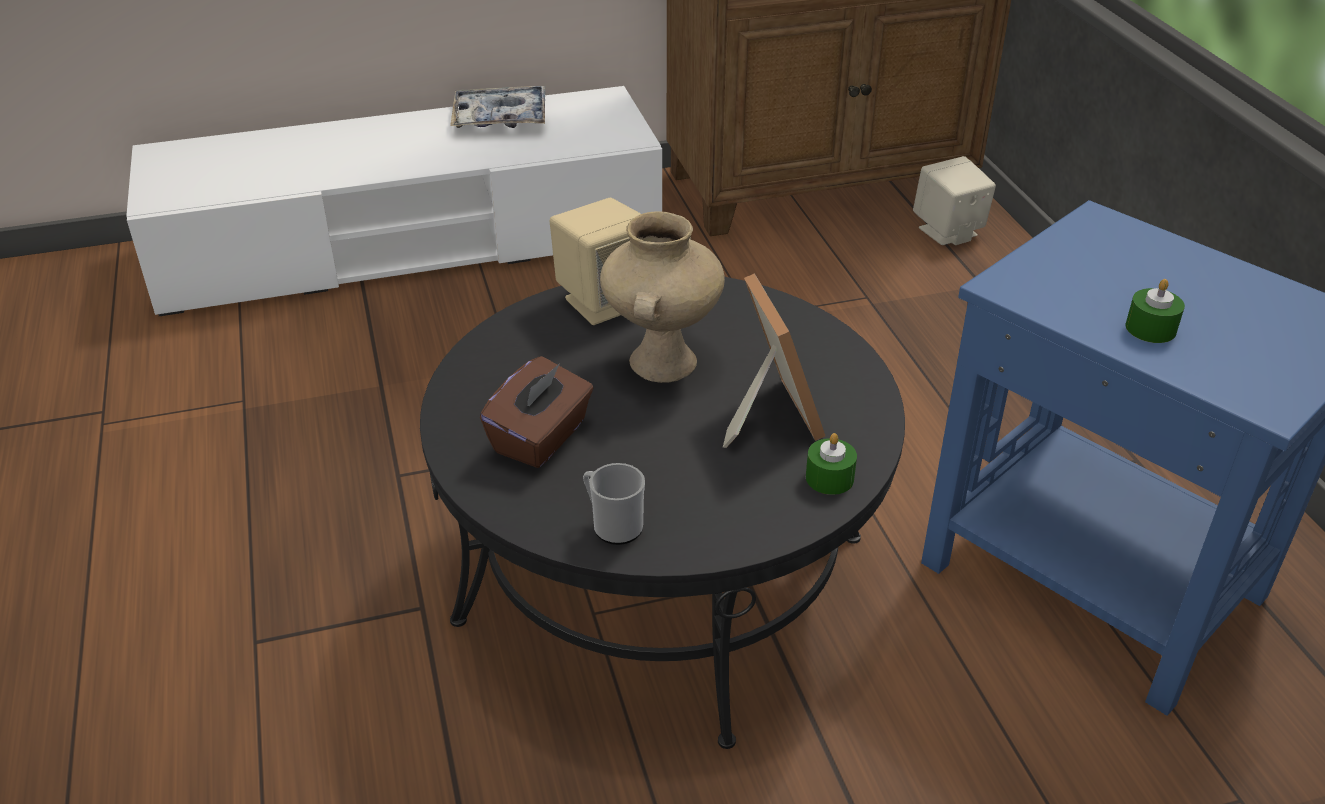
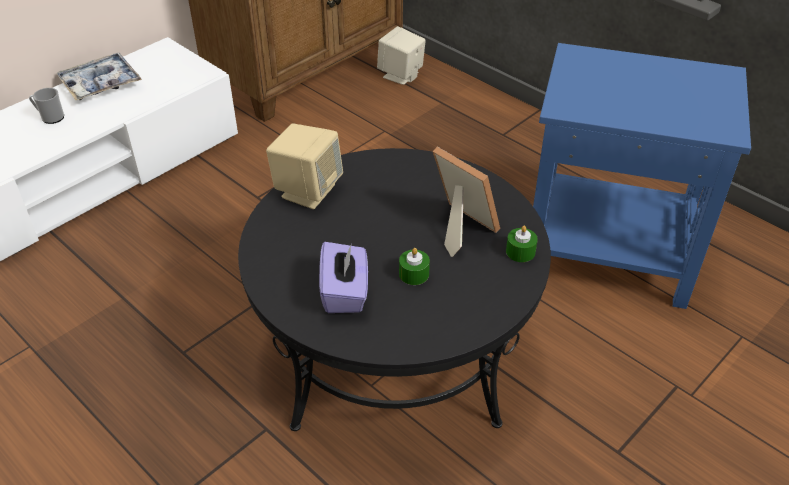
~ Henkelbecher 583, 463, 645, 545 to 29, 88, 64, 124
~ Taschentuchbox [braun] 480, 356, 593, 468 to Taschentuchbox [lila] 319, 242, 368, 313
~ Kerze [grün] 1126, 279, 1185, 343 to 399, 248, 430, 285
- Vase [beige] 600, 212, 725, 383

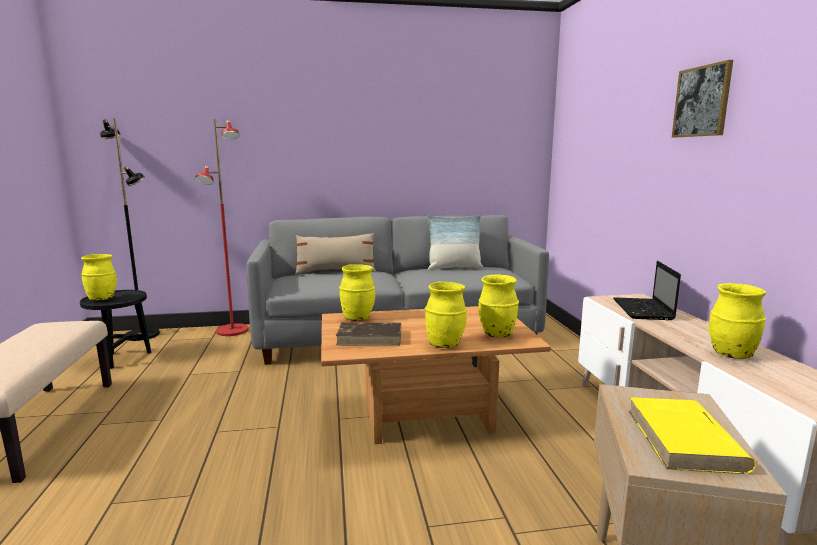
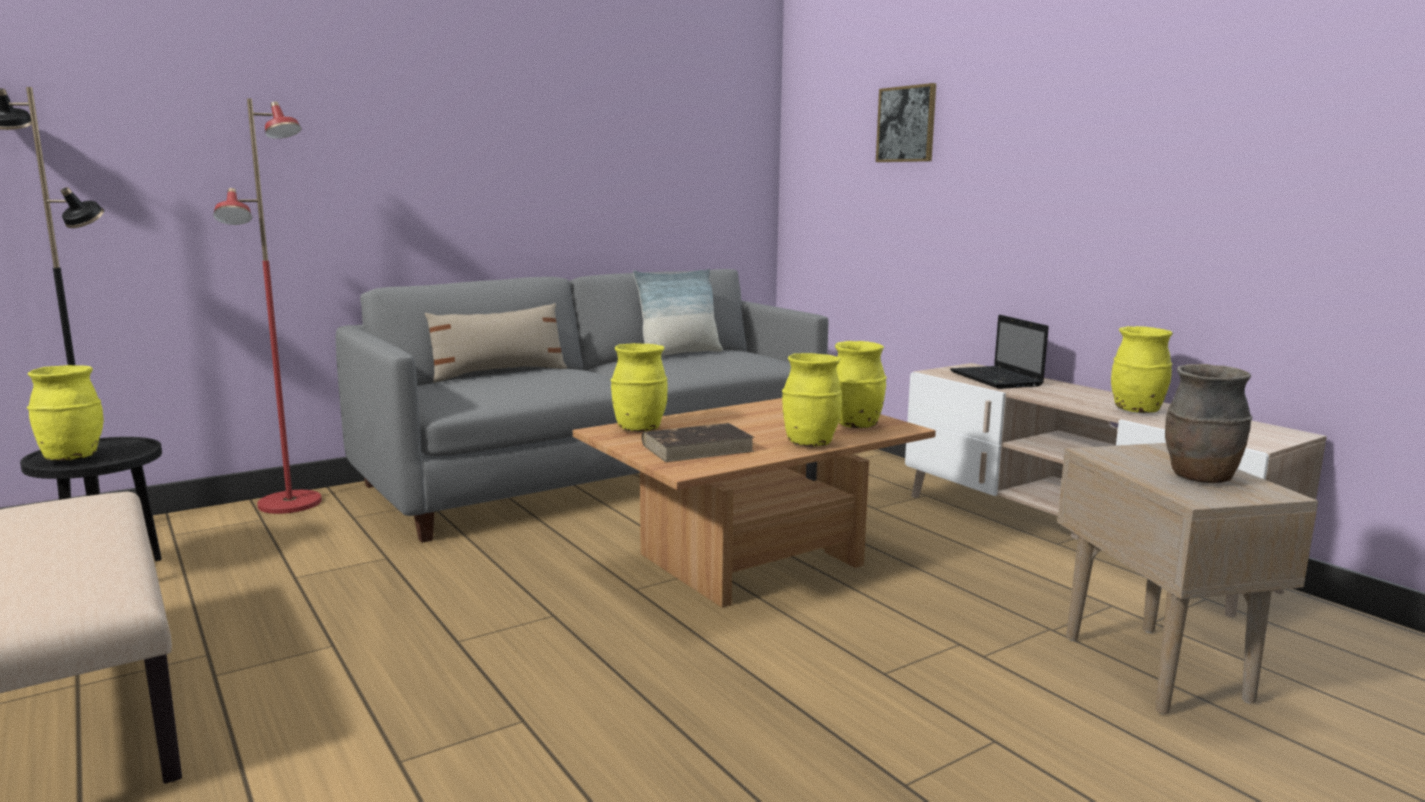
~ Bild 672, 60, 733, 137 to 876, 83, 936, 162
~ Buch [gelb] 629, 397, 756, 474 to Vase [braun] 1165, 364, 1253, 483

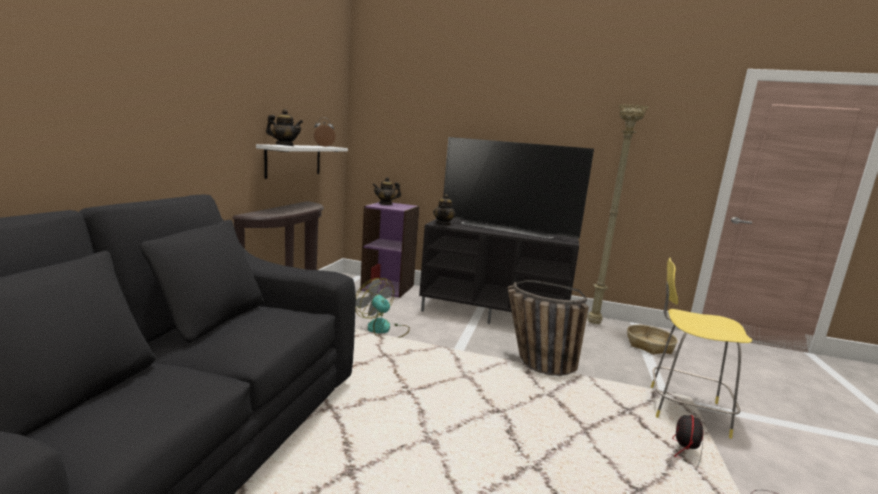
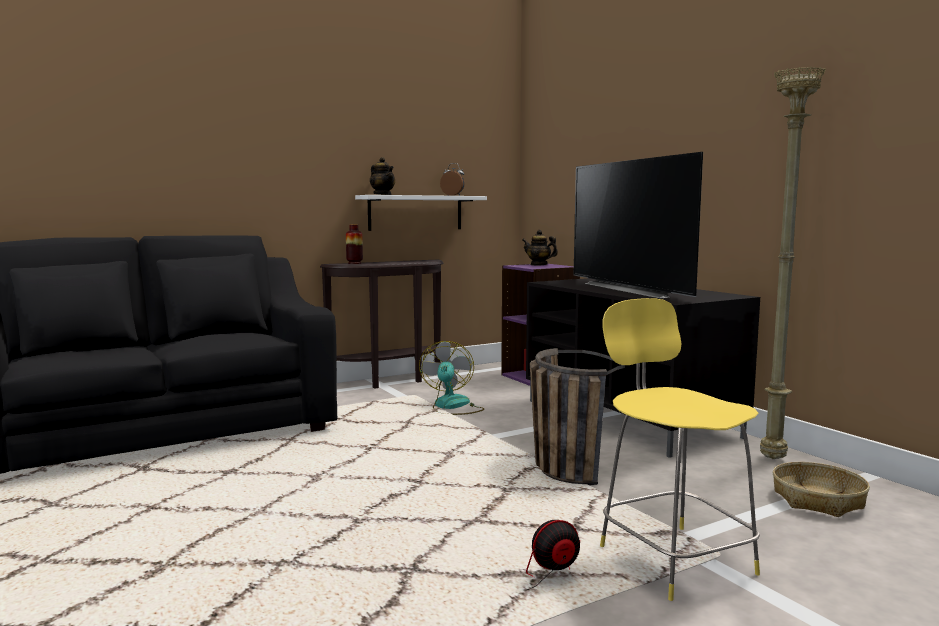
+ Vase 346, 224, 363, 264
- Teekanne 433, 194, 456, 226

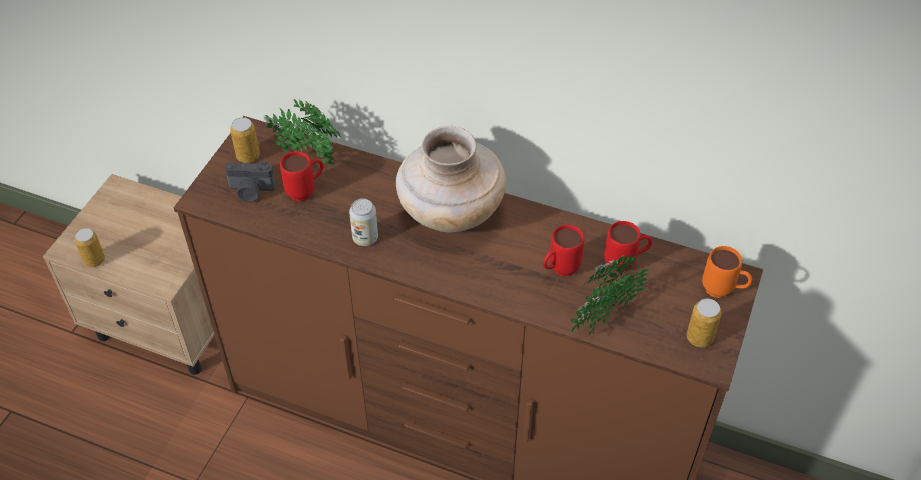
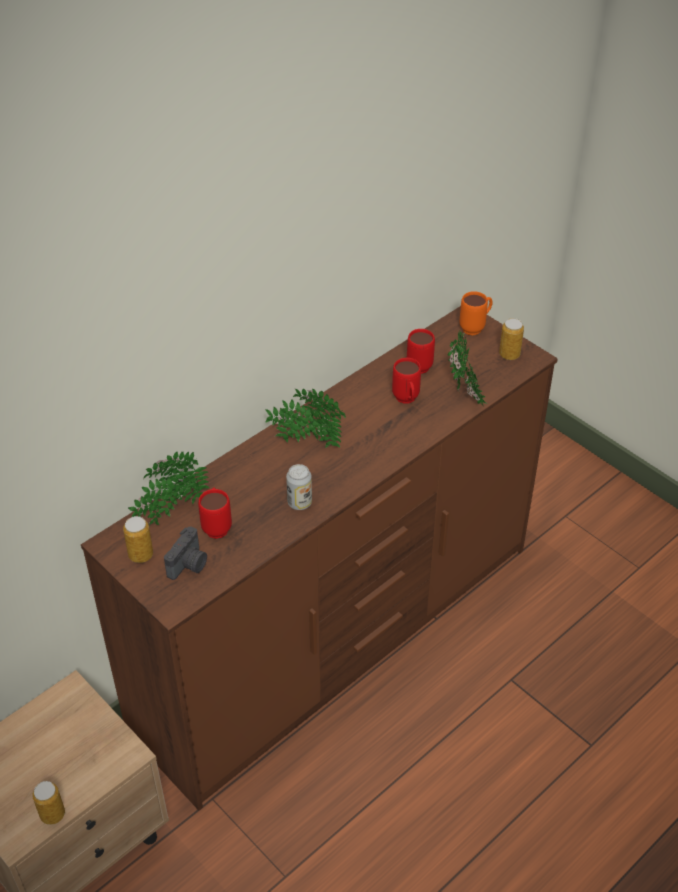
~ Vase [beige] 396, 126, 506, 233 to Topfpflanze 265, 389, 346, 448

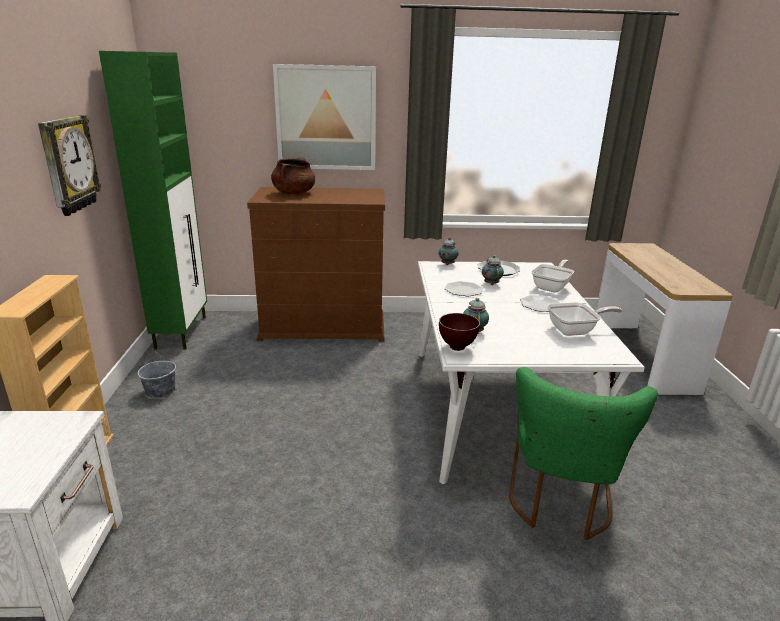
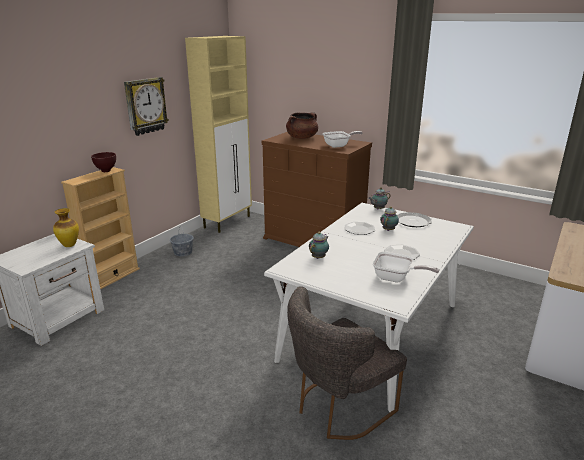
+ Vase 53, 208, 79, 247
~ Schüssel [braun] 439, 313, 480, 351 to 91, 152, 116, 172
~ Schrank [grün] 99, 51, 207, 349 to Schrank [beige] 185, 36, 252, 233
~ Stuhl [grün] 509, 367, 658, 540 to Stuhl [grau] 287, 286, 407, 440
~ Pfanne 531, 260, 574, 293 to 323, 131, 362, 148
- Bild 273, 64, 376, 170

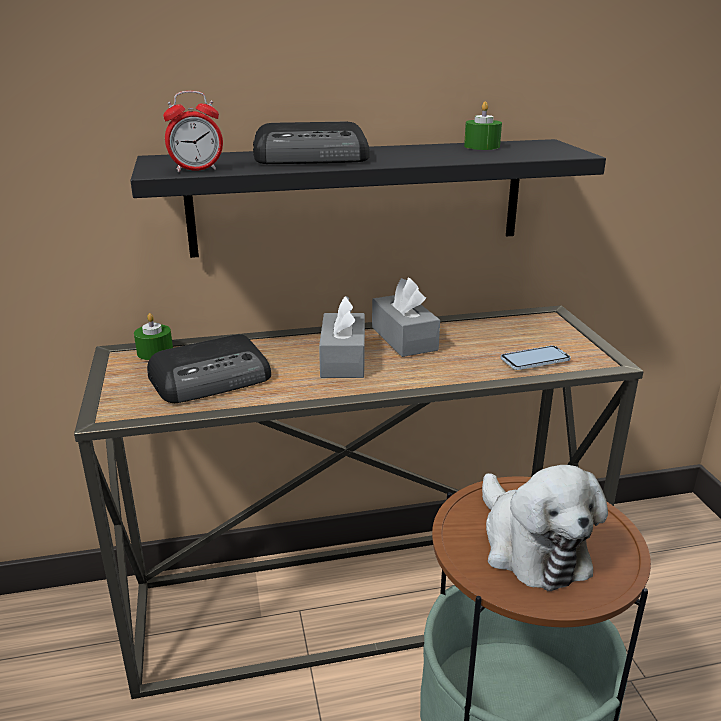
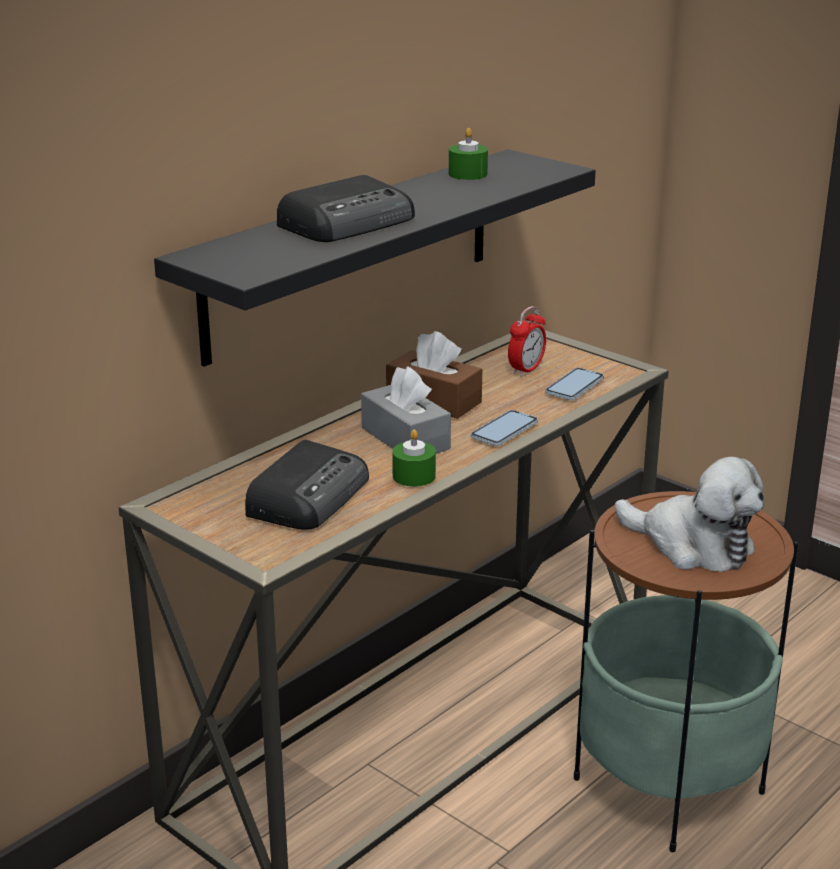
~ Taschentuchbox [grau] 372, 278, 440, 357 to Taschentuchbox [braun] 386, 331, 482, 419
~ Kerze [grün] 134, 313, 173, 360 to 392, 430, 436, 487
+ Handy 471, 410, 538, 446
~ Wecker 163, 91, 223, 172 to 508, 306, 546, 377

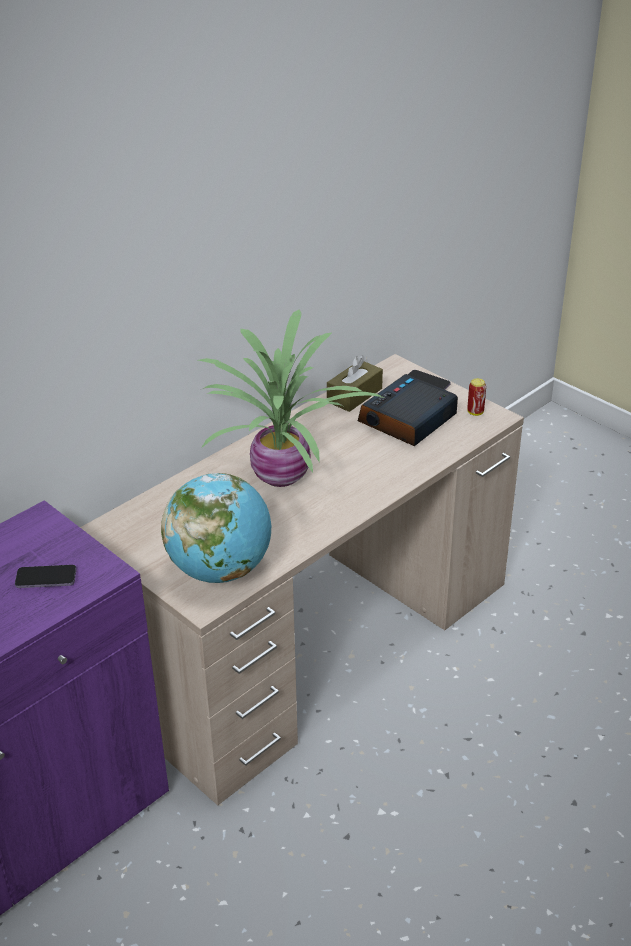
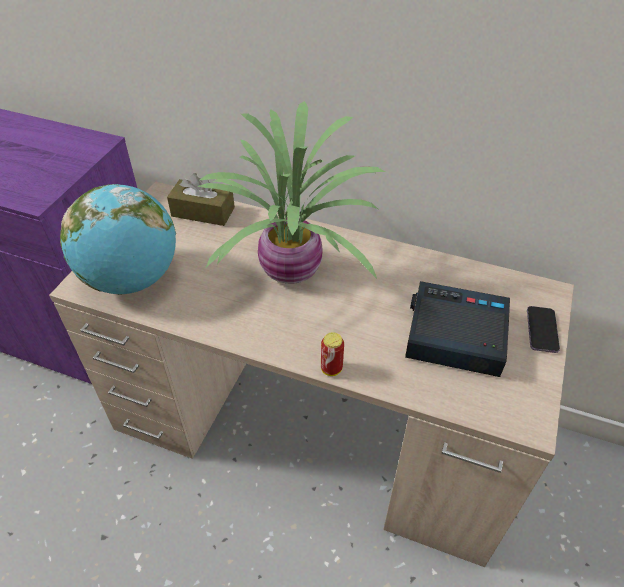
~ Taschentuchbox [braun] 327, 355, 383, 412 to 167, 173, 235, 226
~ Dose 467, 378, 486, 416 to 321, 332, 344, 376
- Handy 15, 565, 76, 588

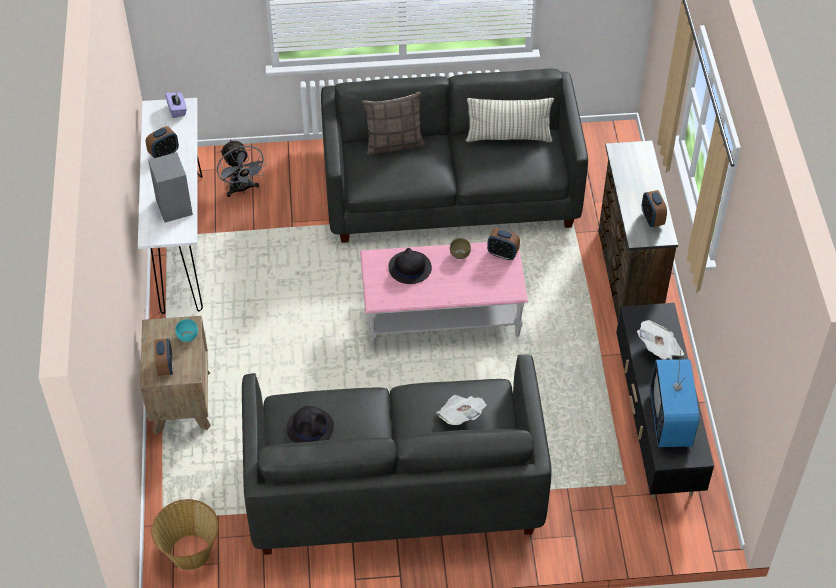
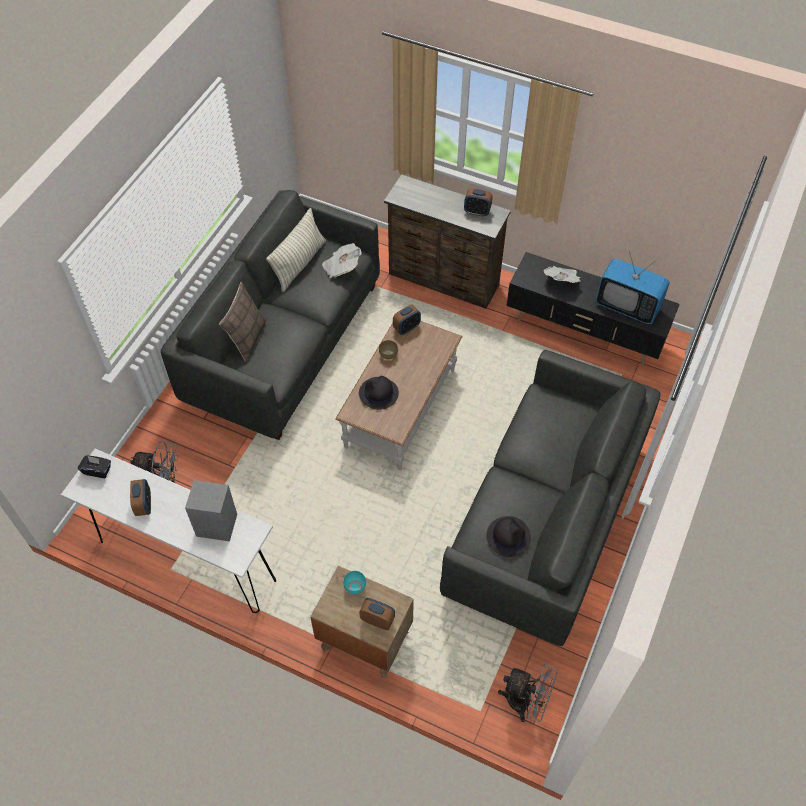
~ Taschentuchbox [lila] 165, 92, 187, 118 to Taschentuchbox [schwarz] 78, 456, 111, 478
~ Zeitung 437, 395, 487, 425 to 322, 243, 362, 278
~ Couchtisch [rosa] 360, 242, 528, 347 to Couchtisch [braun] 335, 321, 463, 470
~ Korb 151, 499, 219, 570 to Ventilator [grau] 498, 663, 558, 722

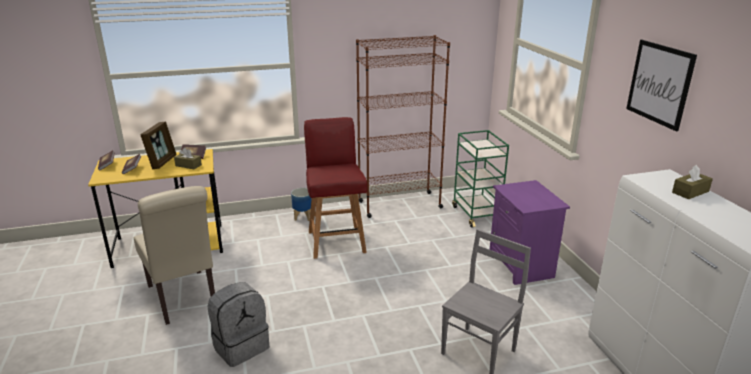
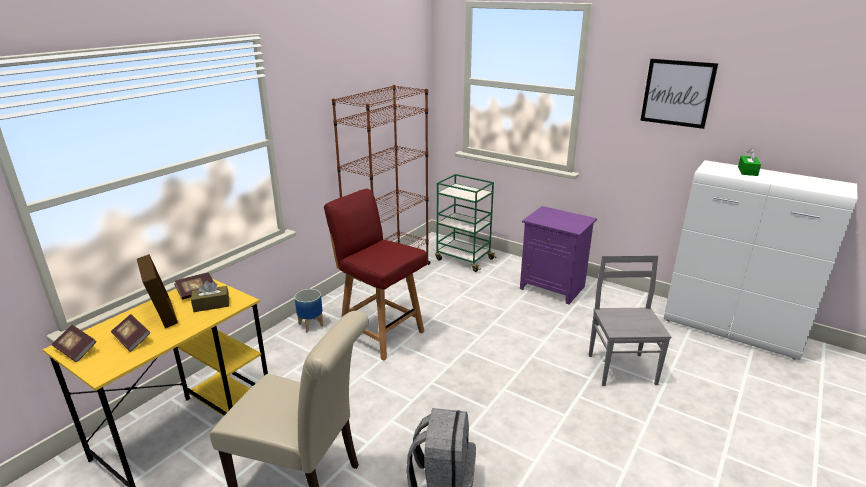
~ Taschentuchbox [braun] 672, 165, 713, 199 to Taschentuchbox [grün] 738, 148, 761, 176

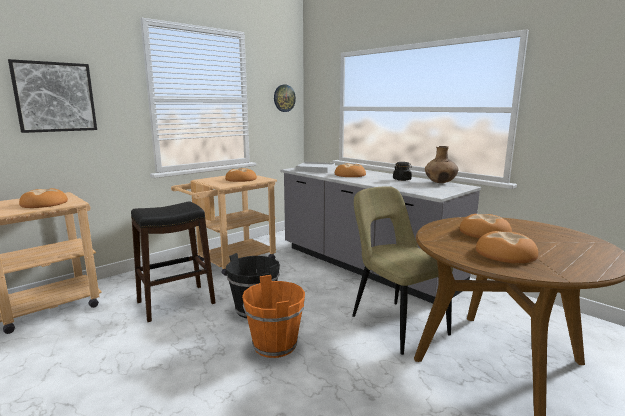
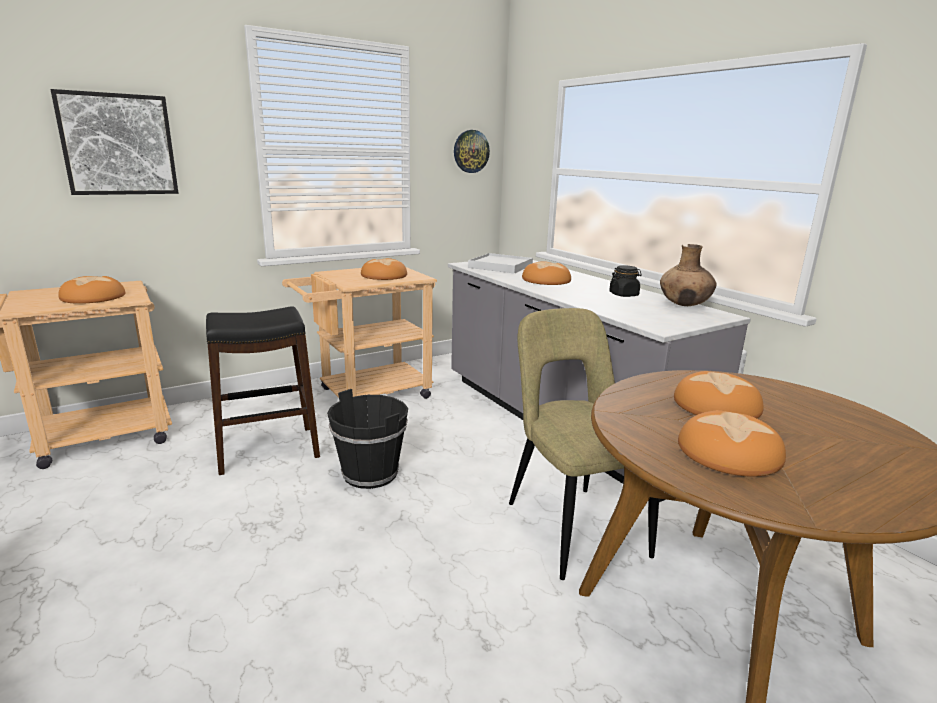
- Eimer [orange] 242, 275, 305, 358

